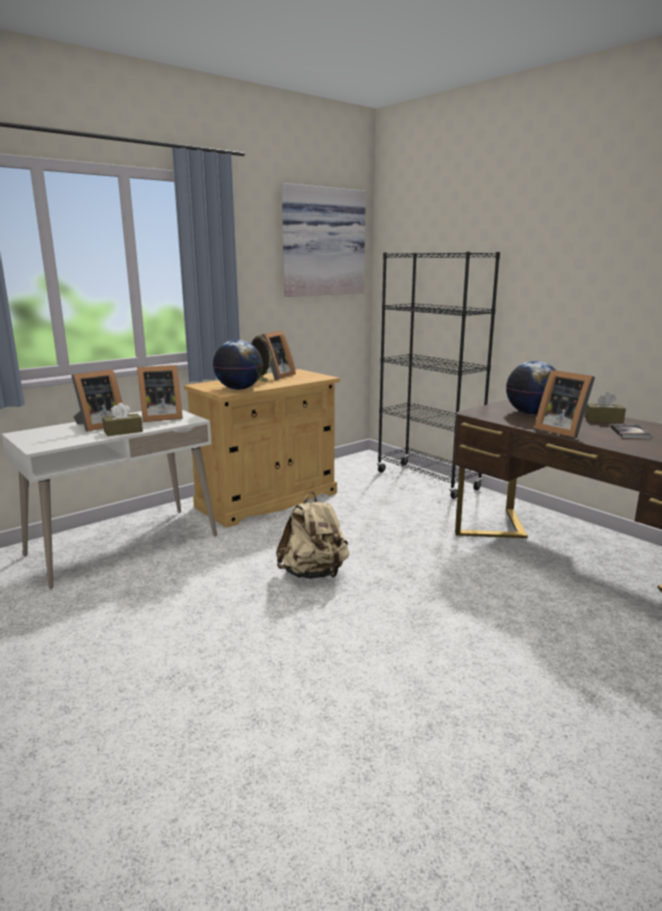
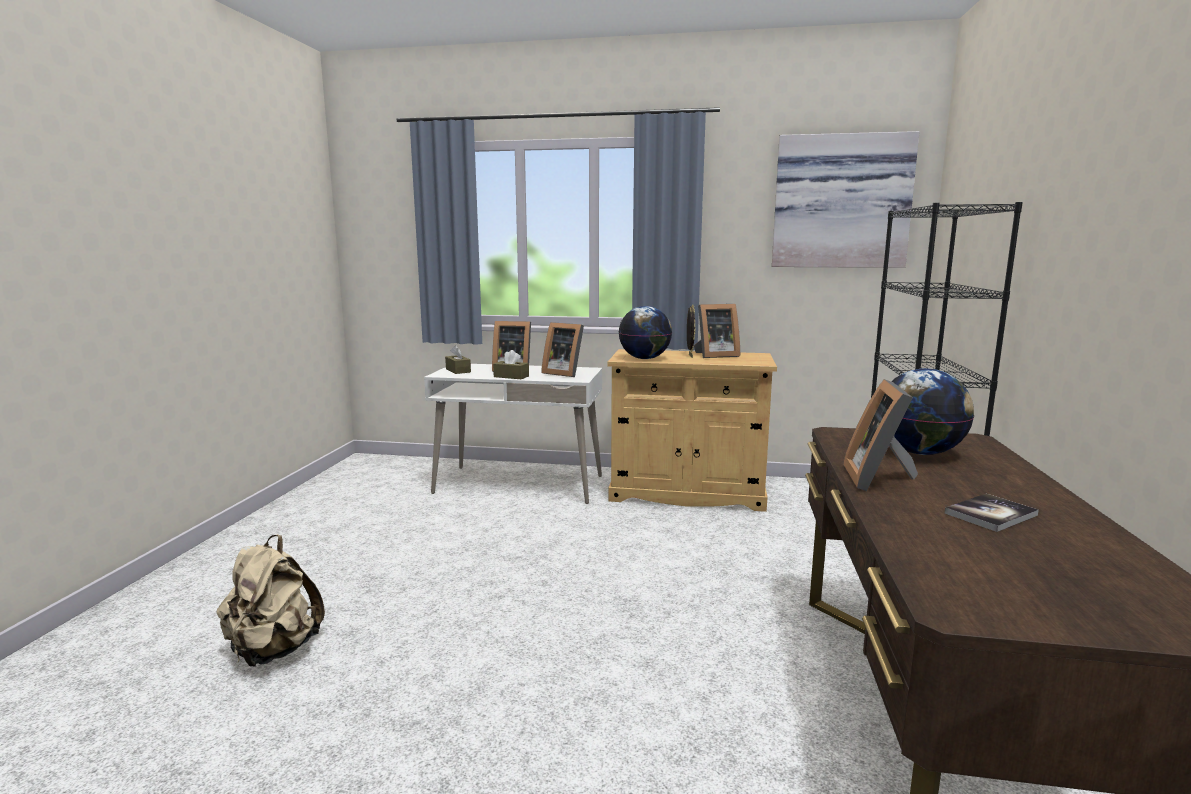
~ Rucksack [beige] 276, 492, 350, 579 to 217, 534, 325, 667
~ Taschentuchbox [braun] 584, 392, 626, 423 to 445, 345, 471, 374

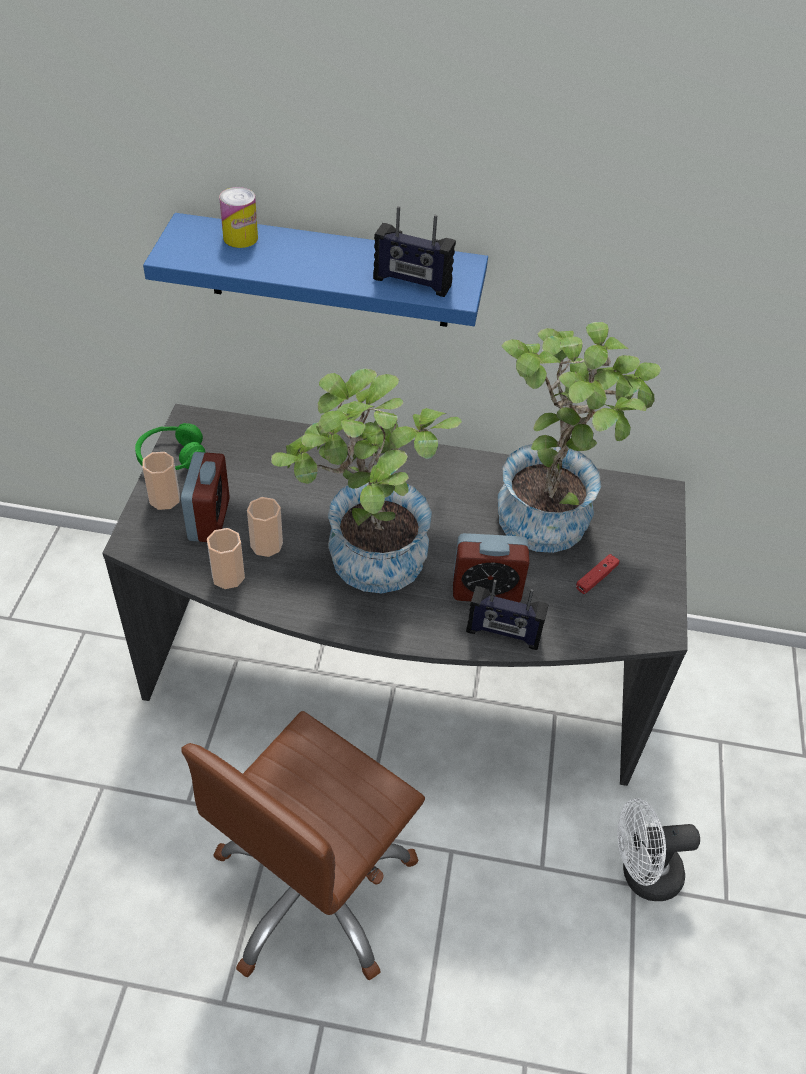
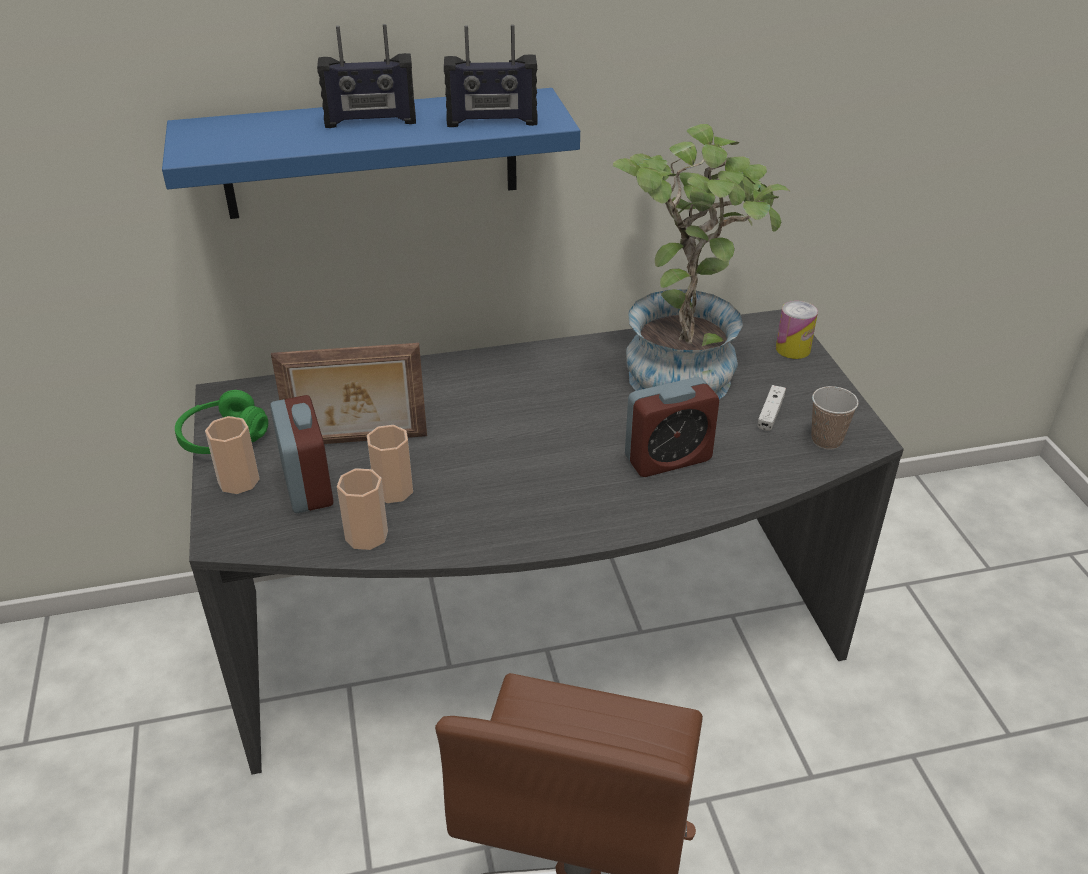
+ Bilderrahmen 271, 343, 427, 444
~ Radio 466, 580, 548, 650 to 317, 24, 416, 128
~ Gamepad [rot] 576, 554, 619, 594 to Gamepad [weiß] 757, 385, 786, 431
~ Dose 219, 187, 258, 248 to 776, 301, 818, 359
+ Tasse 811, 386, 859, 450
- Topfpflanze 271, 369, 462, 593
- Ventilator [weiß] 617, 798, 700, 901

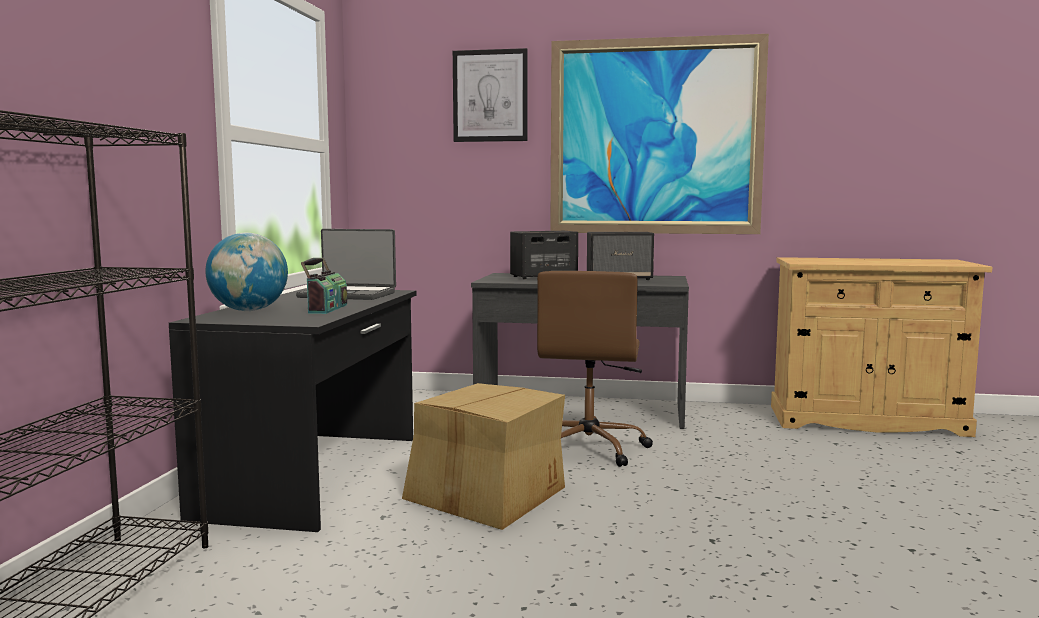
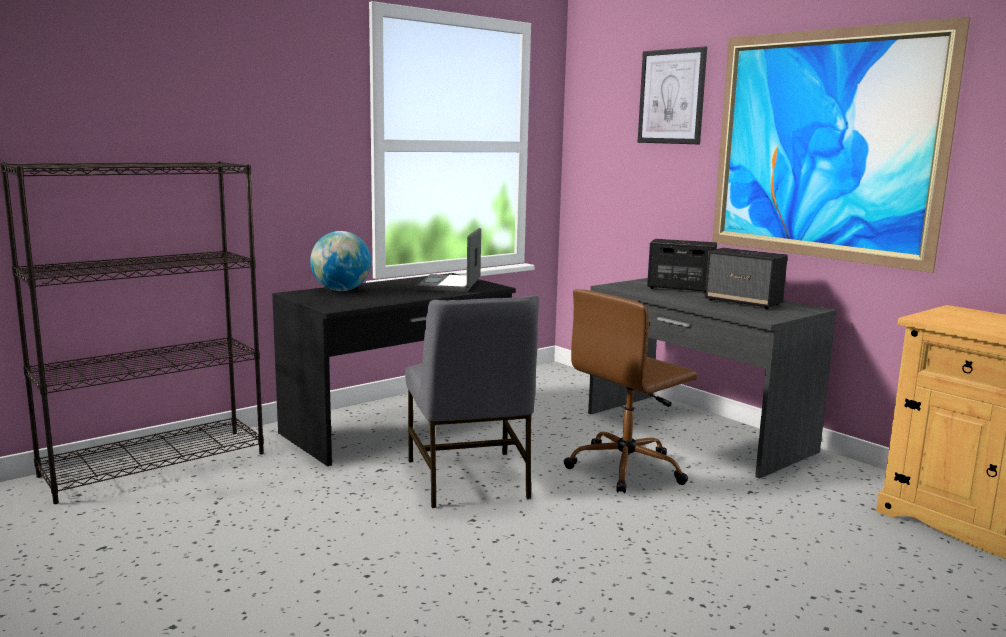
~ Karton 402, 383, 565, 530 to Stuhl [grau] 405, 295, 539, 508
~ Laptop 296, 229, 396, 300 = 416, 228, 481, 292 45 degrees clockwise
- Radio 301, 258, 347, 314

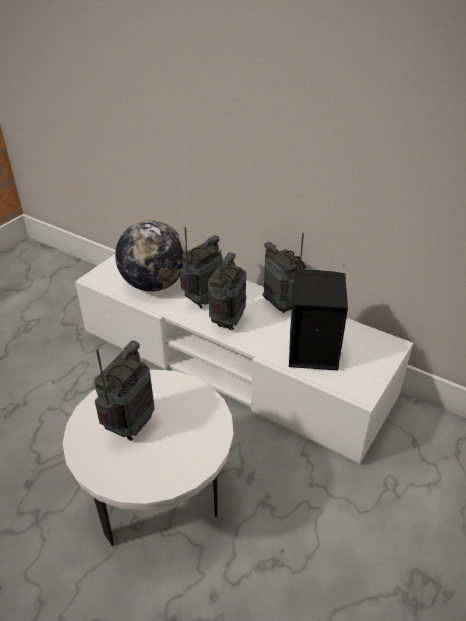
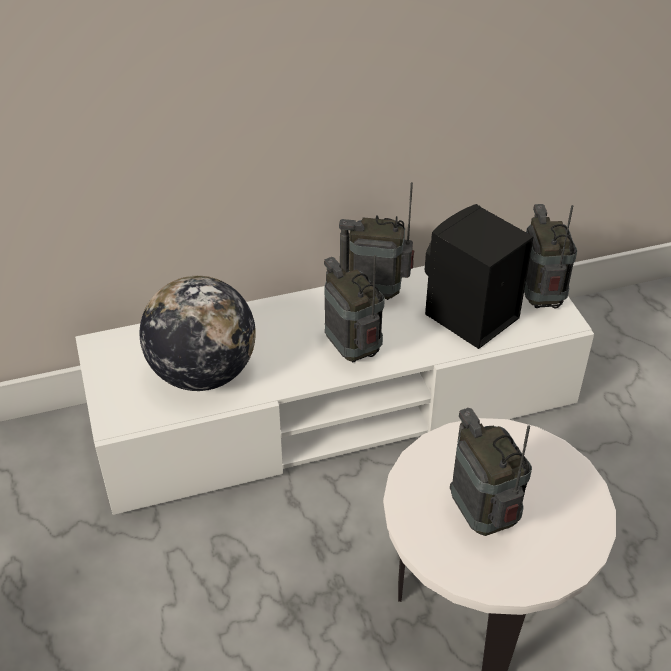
~ Radio 180, 227, 223, 309 to 524, 204, 577, 308

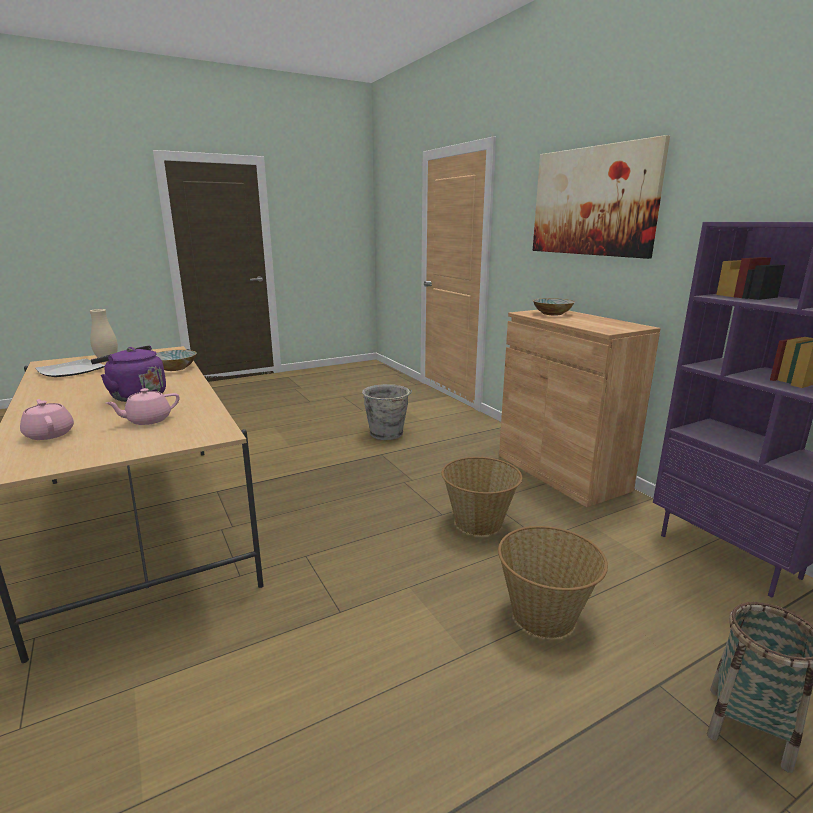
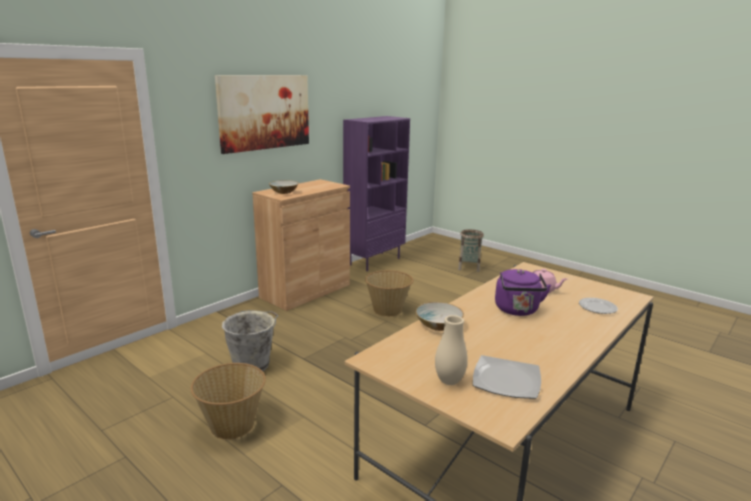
~ Korb 498, 526, 608, 638 to 191, 363, 266, 440
~ Teekanne [rosa] 20, 399, 74, 440 to Teller 579, 298, 618, 314

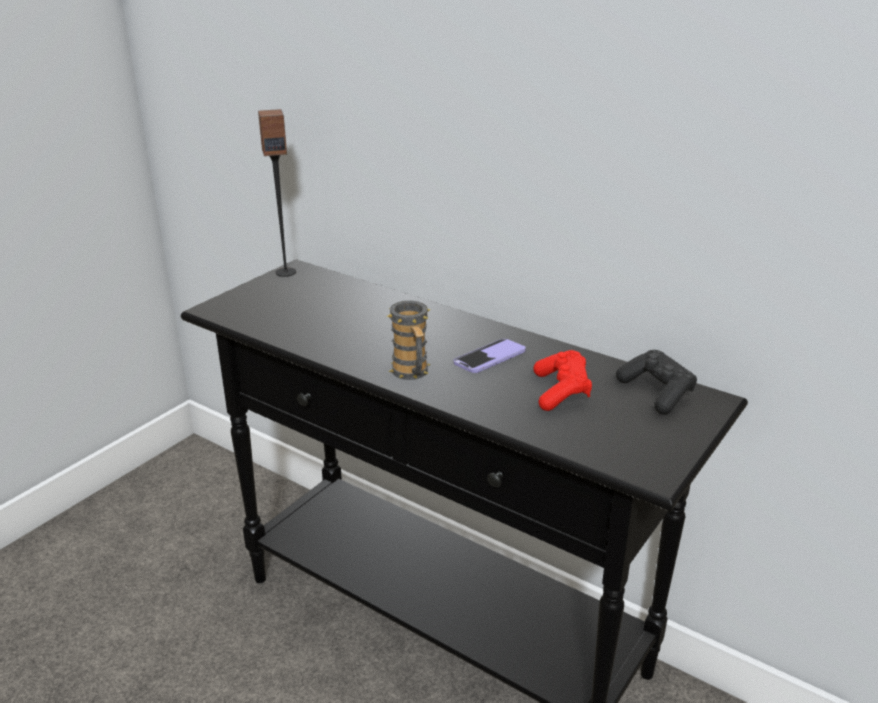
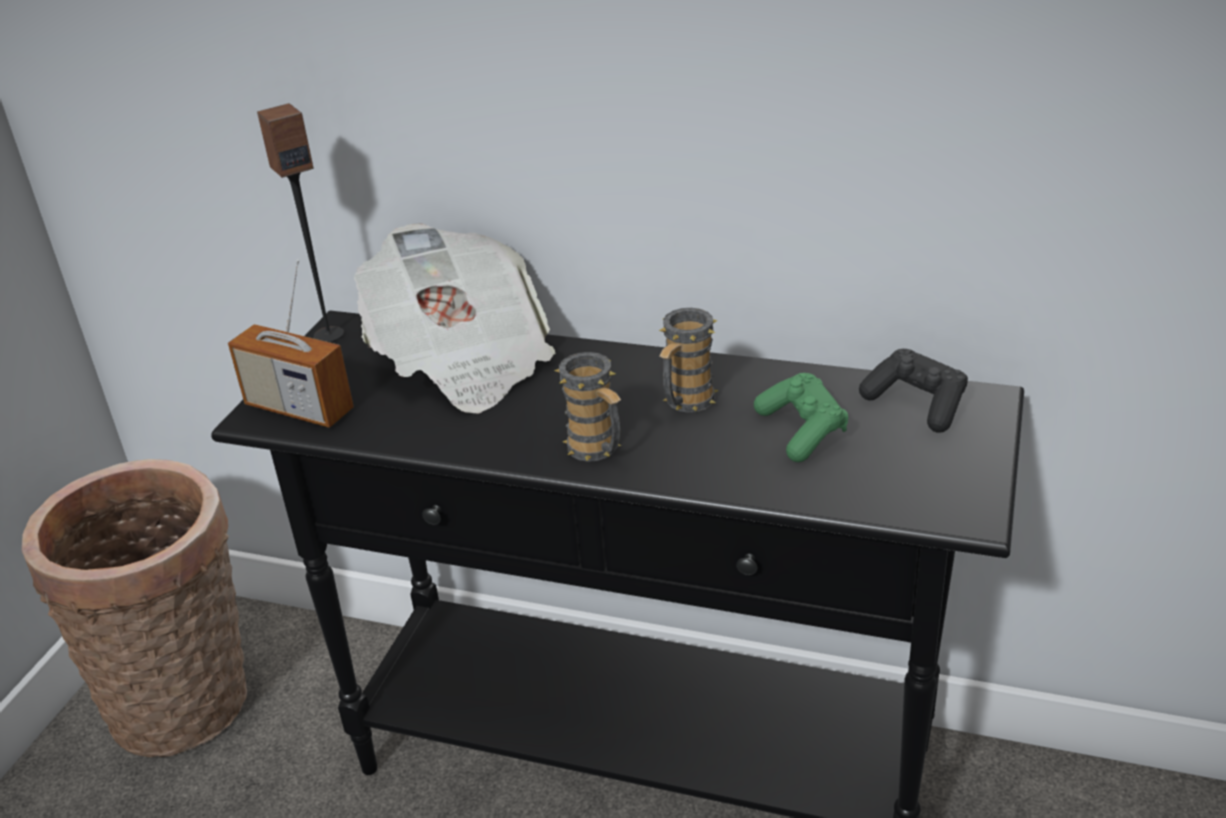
+ Korb 22, 459, 247, 757
+ Radio 228, 259, 354, 428
+ Zeitung 354, 223, 555, 414
~ Handy 454, 339, 526, 373 to Henkelbecher 659, 308, 719, 413
~ Gamepad [rot] 533, 350, 592, 411 to Gamepad [grün] 754, 373, 848, 462

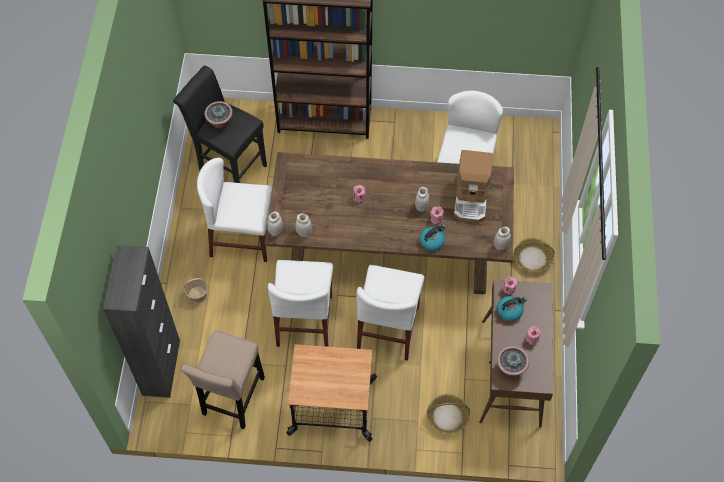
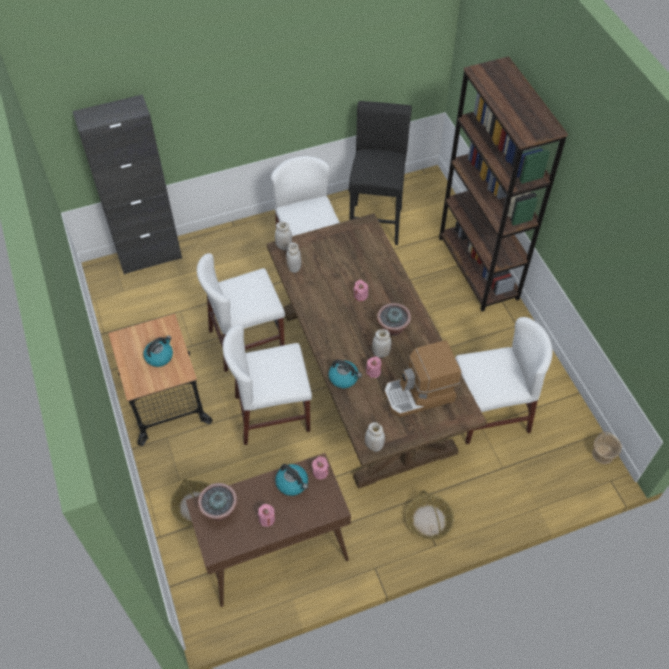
+ Wasserkessel 143, 335, 173, 367
~ Topfpflanze 205, 101, 233, 129 to 377, 303, 411, 336
~ Korb 184, 278, 208, 304 to 592, 431, 622, 464
- Hocker [beige] 181, 330, 265, 429

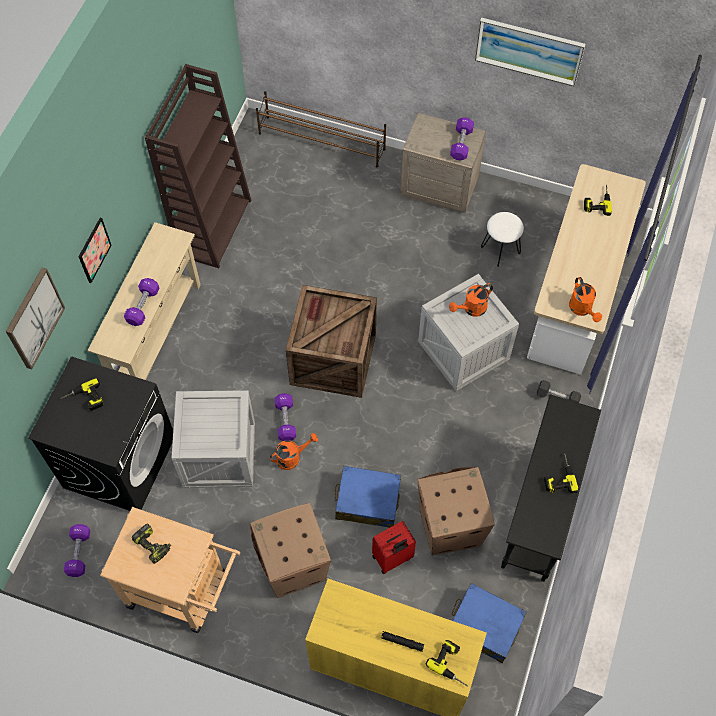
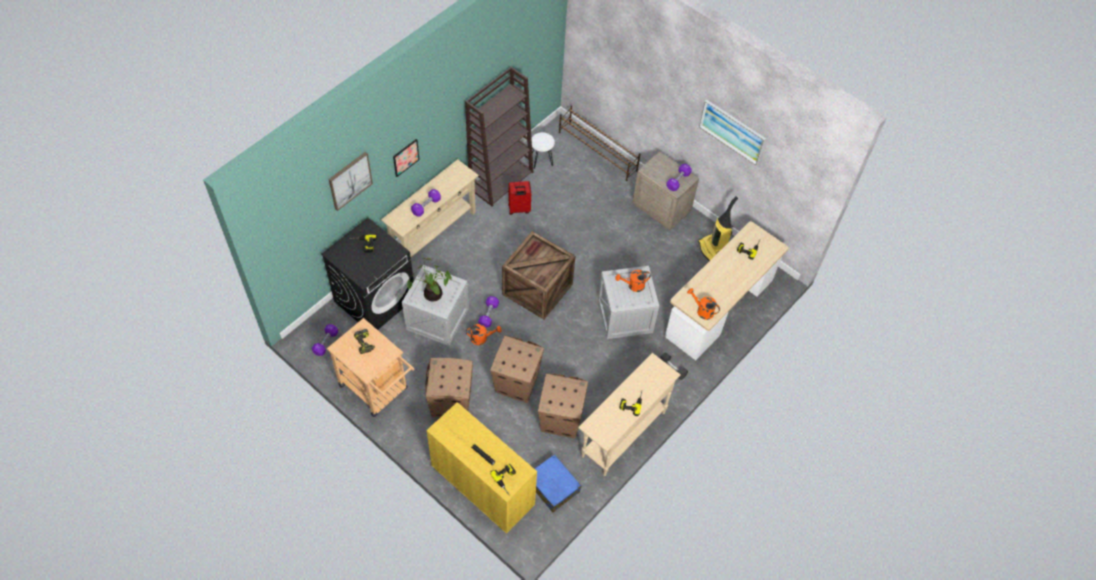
+ Topfpflanze 407, 258, 452, 302
~ Koffer [blau] 335, 466, 401, 528 to Karton 490, 336, 544, 403
~ Koffer [rot] 372, 521, 416, 574 to 508, 181, 531, 215
~ Hocker [weiß] 481, 212, 524, 267 to 531, 132, 555, 169
~ Konsolentisch [schwarz] 501, 394, 601, 582 to Konsolentisch [beige] 578, 353, 681, 476
~ Gießkanne [orange] 569, 277, 602, 322 = 687, 288, 720, 320 120 degrees clockwise
+ Staubsauger 698, 196, 738, 261

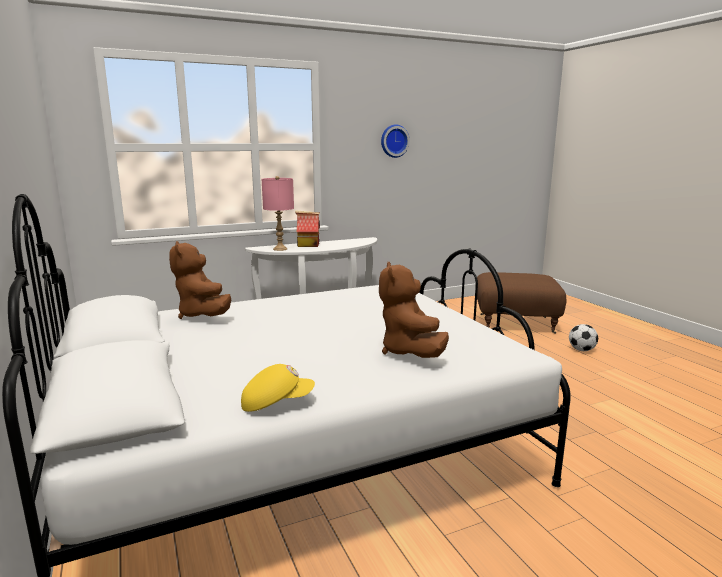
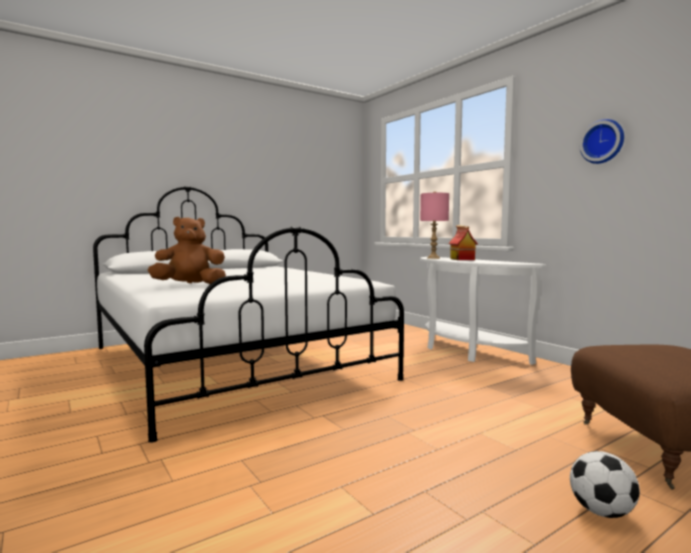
- Plüschtier [braun] 169, 241, 231, 319
- Kappe [gelb] 241, 364, 315, 412

